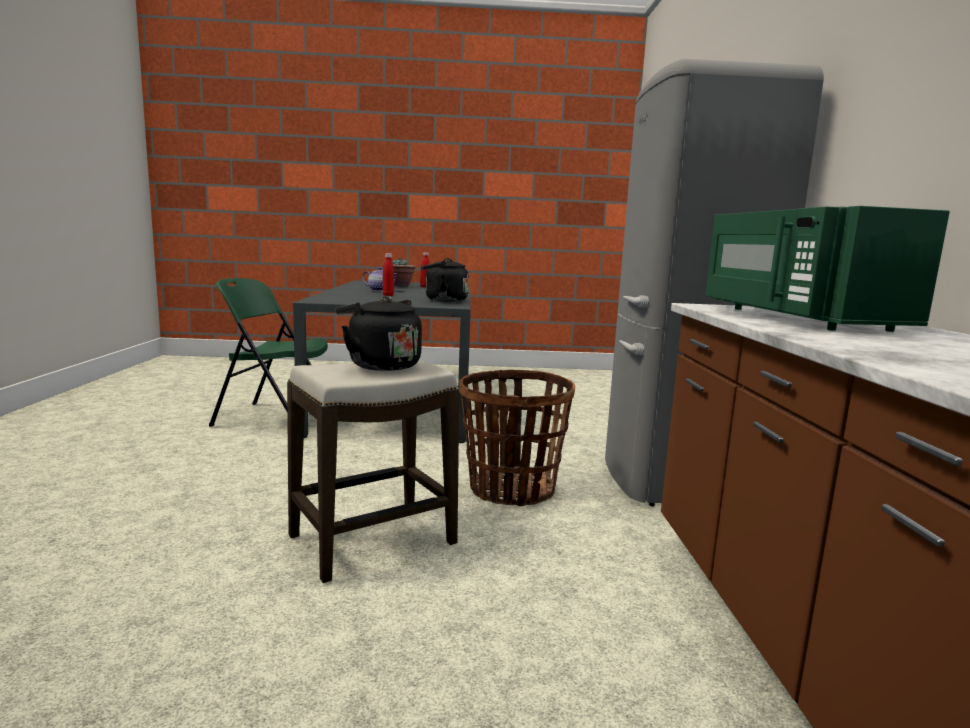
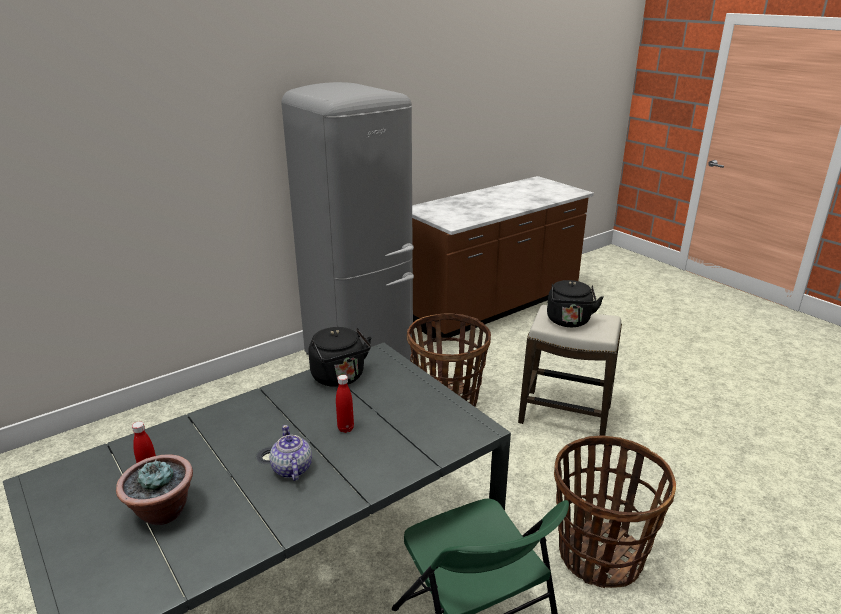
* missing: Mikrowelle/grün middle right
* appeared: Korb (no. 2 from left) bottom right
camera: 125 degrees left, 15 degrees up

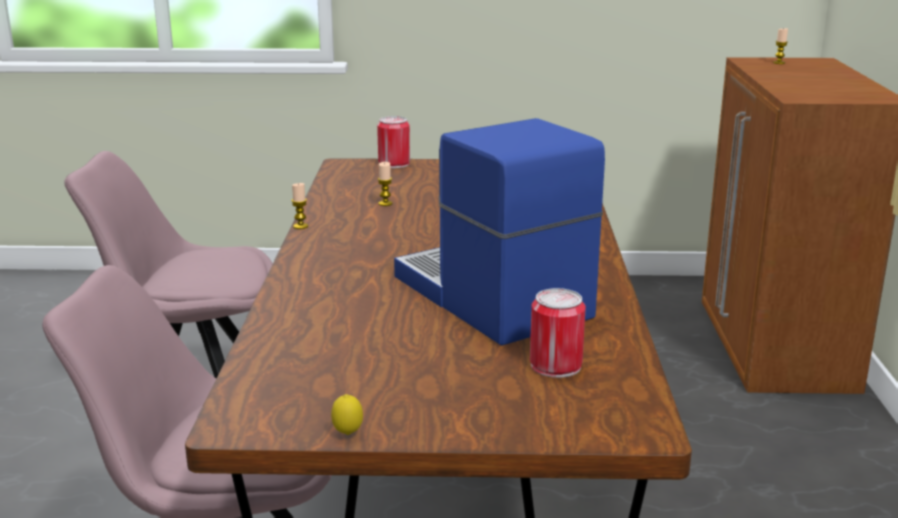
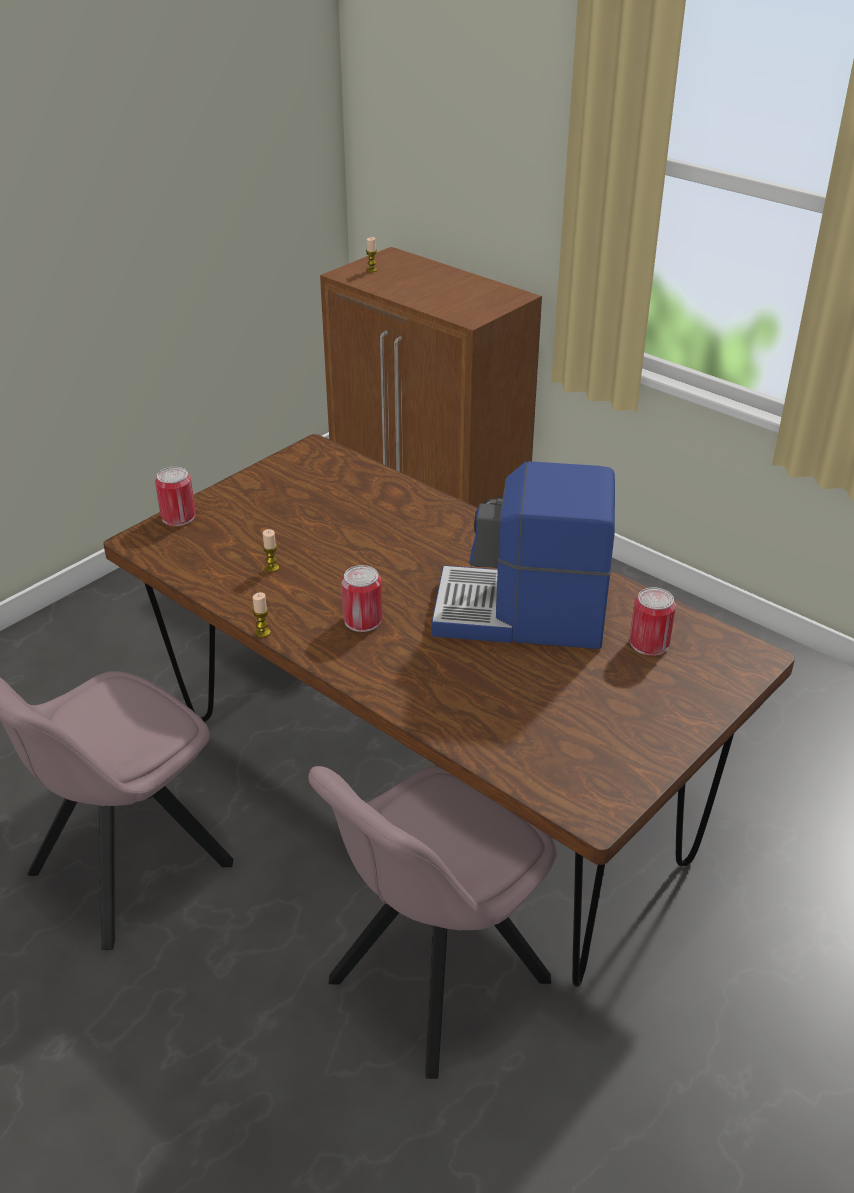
* missing: Zitrone bottom centre
* appeared: Dose (no. 2 from left) centre
camera: 50 degrees left, 15 degrees up

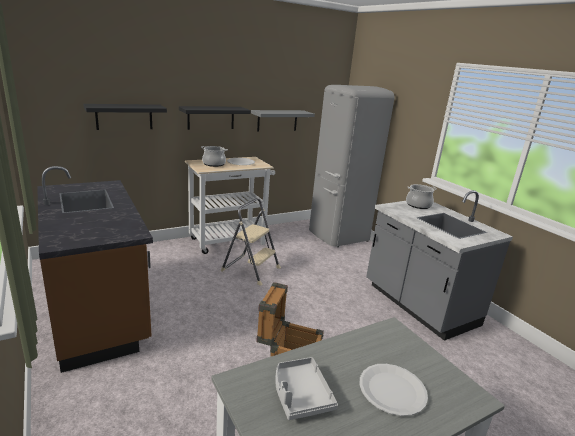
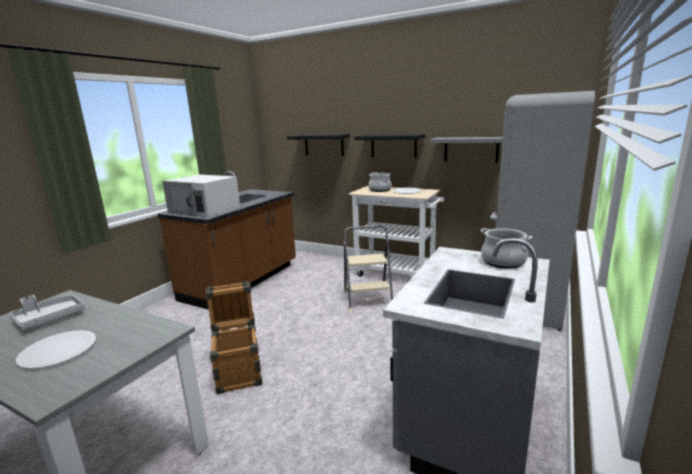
* appeared: Mikrowelle/weiß middle left
camera: 60 degrees right, 5 degrees down

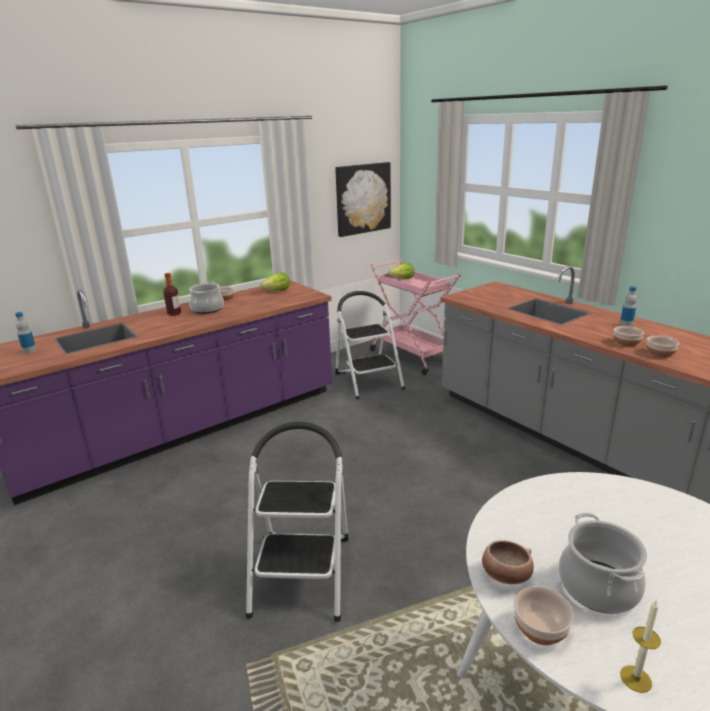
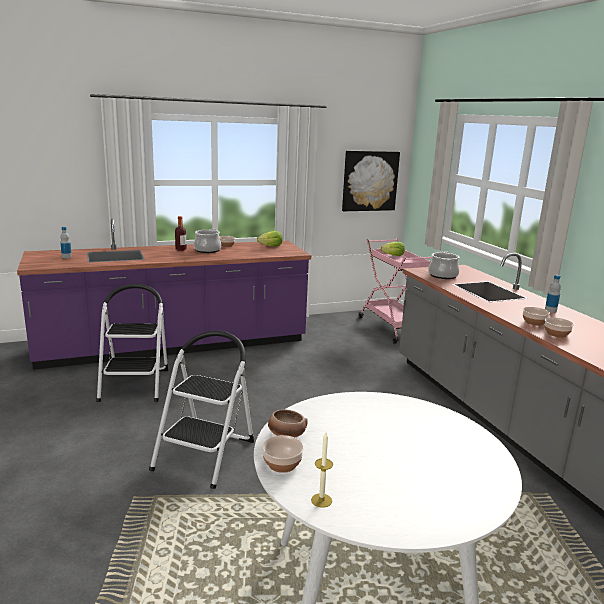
* relocated: Trittleiter (no. 2 from left in the first image) centre to Trittleiter (no. 1 from left) middle left
* relocated: Kochtopf (no. 2 from left) bottom right to middle right
camera: 15 degrees right, 5 degrees down

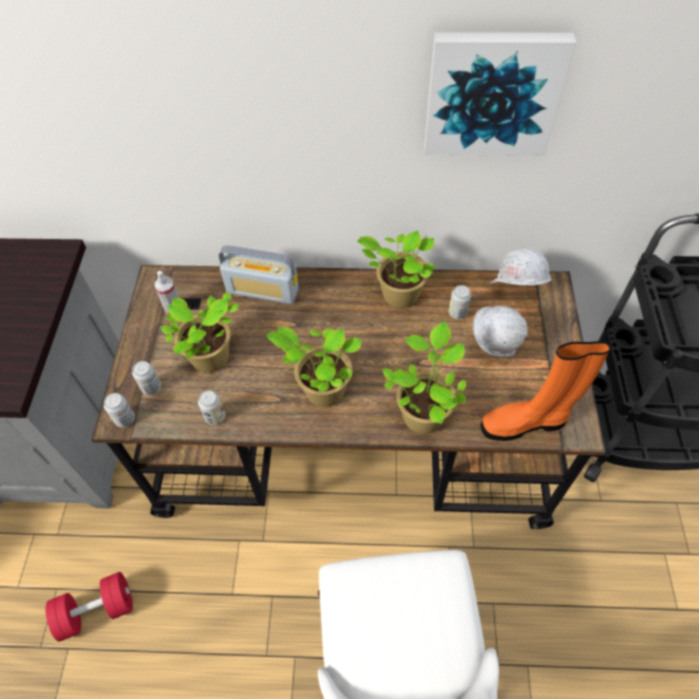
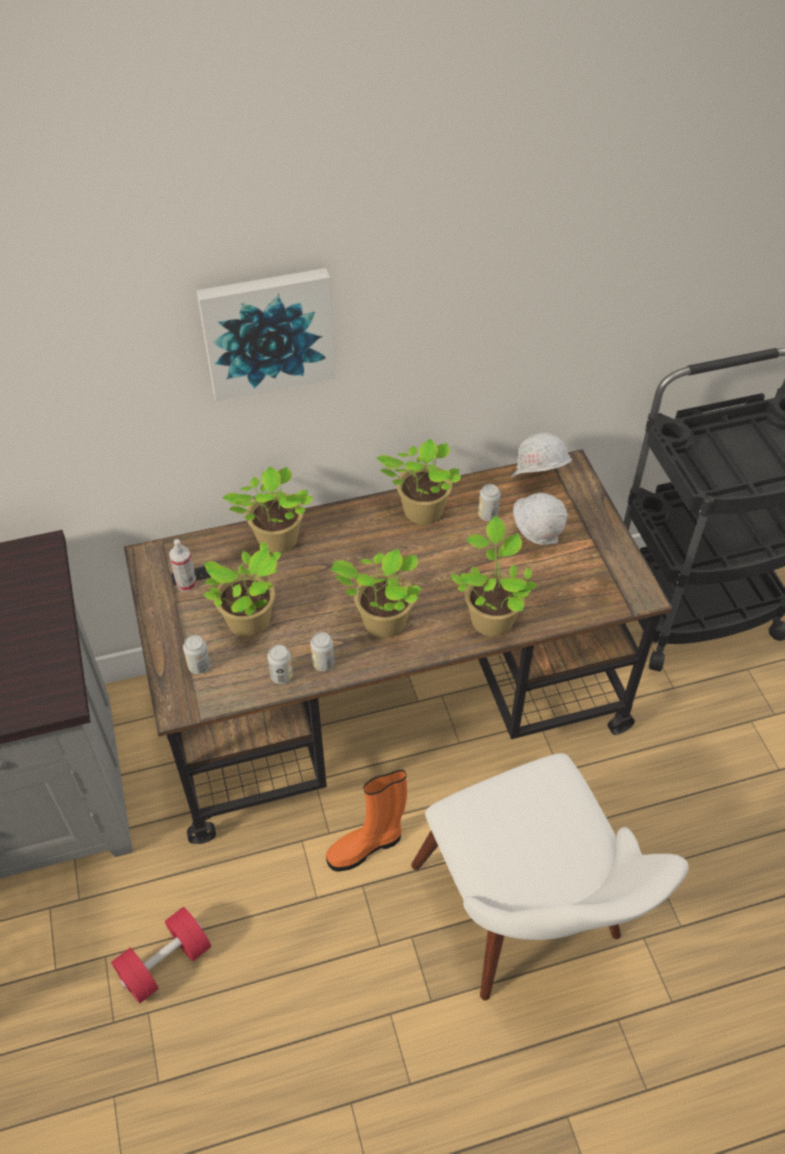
* relocated: Bild top right to top centre
* exchanged: Radio centre to Topfpflanze (no. 2 from left) centre
* relocated: Stiefel/orange middle right to bottom centre
* relocated: Dose (no. 1 from left in the first image) middle left to Dose (no. 3 from left) centre
camera: 20 degrees left, 5 degrees down

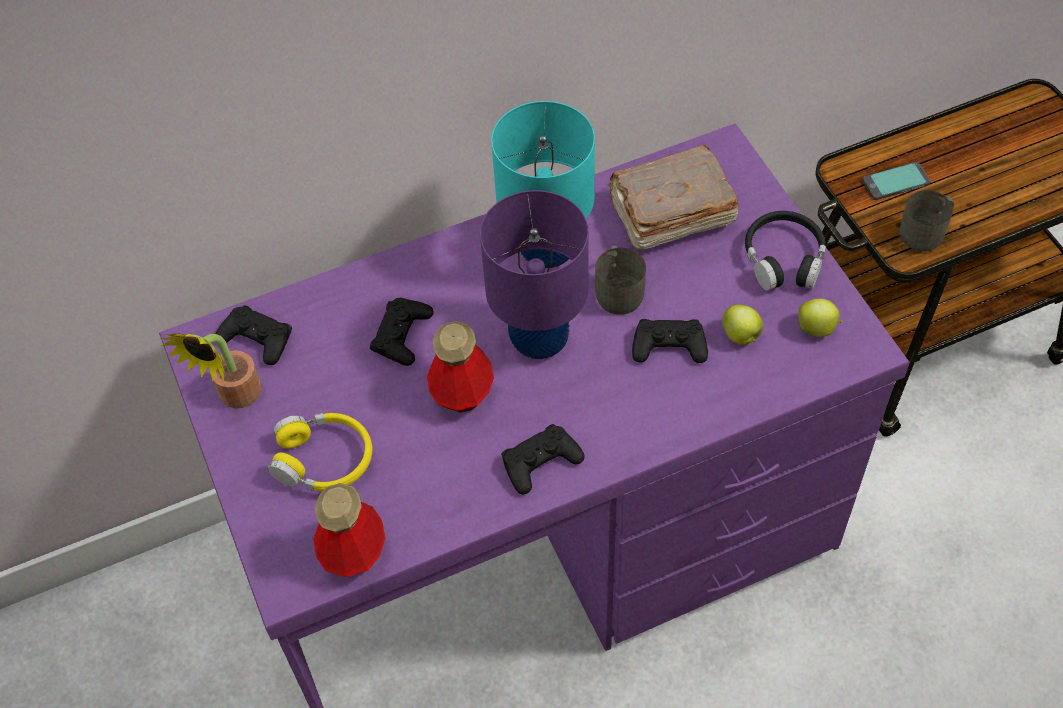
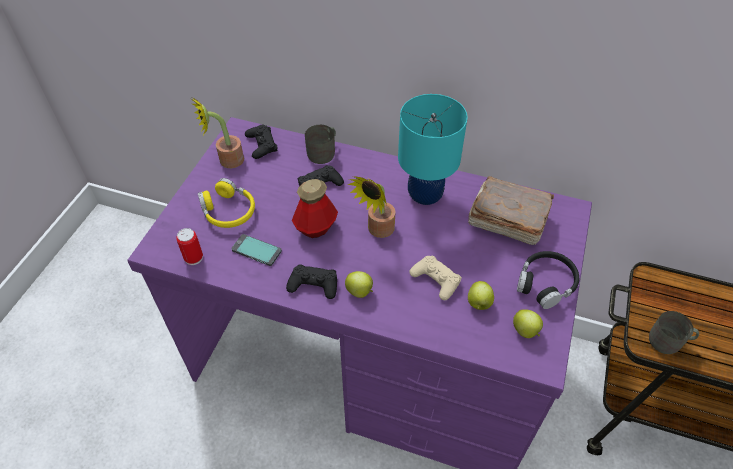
* relocated: Handy top right to centre
* exchanged: Tischlampe/lila centre to Topfpflanze (no. 2 from left) centre
* relocated: Henkelbecher/grau (no. 1 from left) centre to top centre
* colour: Gamepad/schwarz (no. 4 from left) centre to Gamepad/beige centre
* exchanged: Flasche (no. 1 from left) bottom left to Dose middle left
* appeared: Apfel (no. 1 from left) centre
camera: 40 degrees right, 5 degrees down

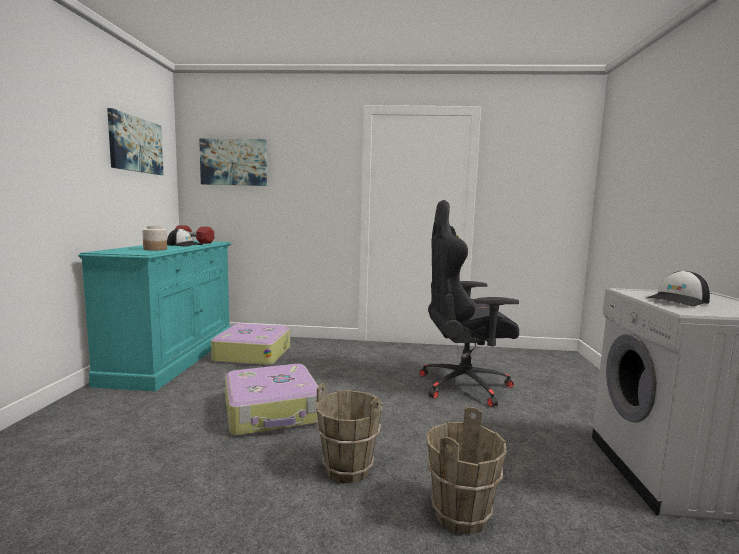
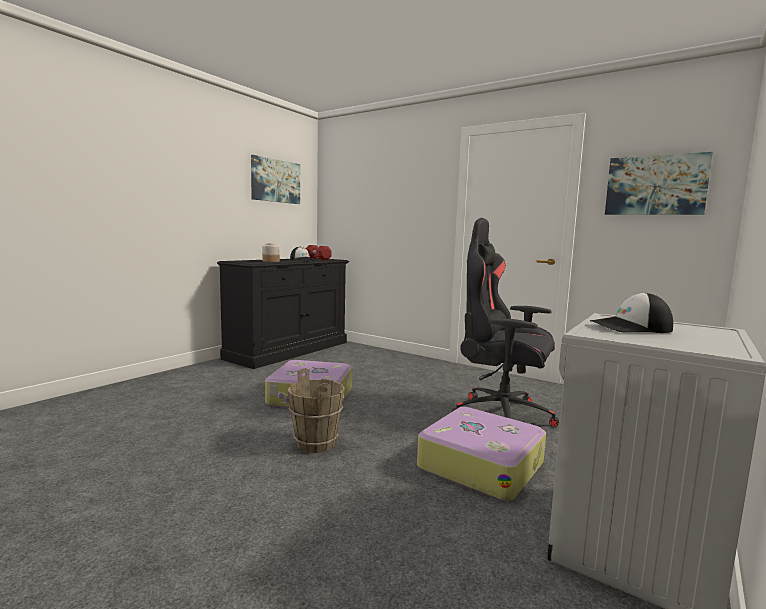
* relocated: Bild (no. 2 from left) top left to top right
* colour: Schrank/türkis middle left to Schrank/schwarz centre
* relocated: Koffer (no. 1 from left in the first image) centre to Koffer (no. 2 from left) bottom centre
* missing: Eimer/braun (no. 2 from left) bottom centre
camera: 30 degrees right, 0 degrees up

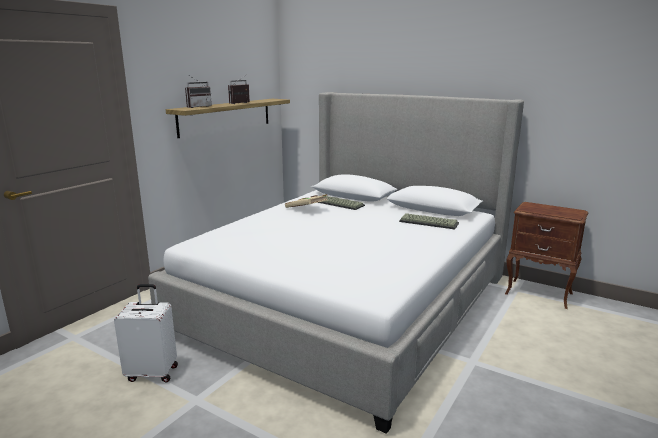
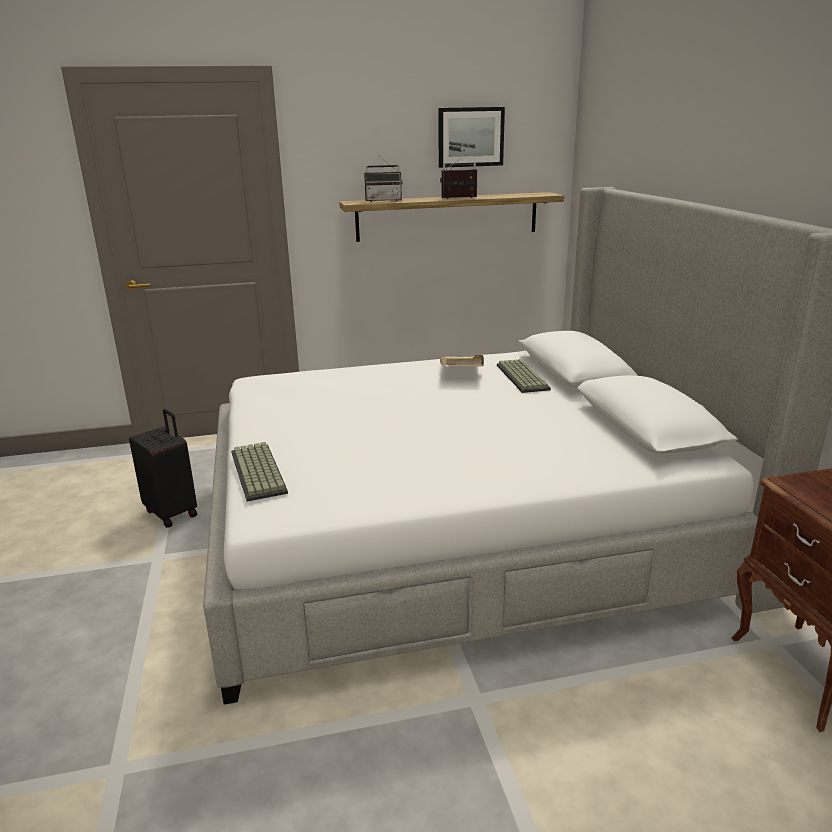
* relocated: Tastatur (no. 2 from left in the first image) centre to Tastatur (no. 1 from left) middle left
* colour: Koffer/weiß bottom left to Koffer/schwarz middle left
* appeared: Bild top centre
camera: 45 degrees right, 5 degrees up

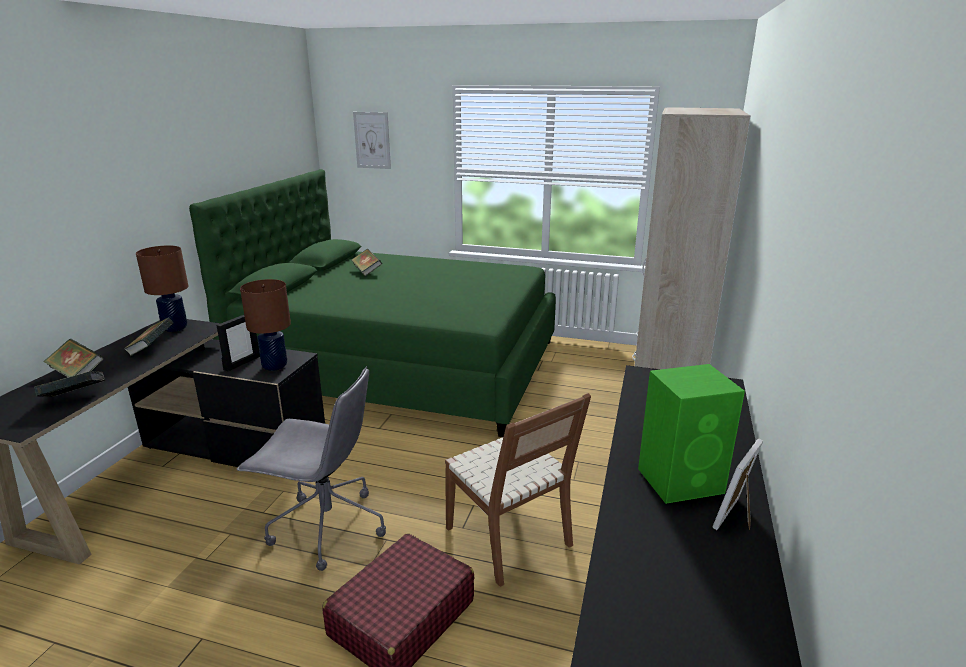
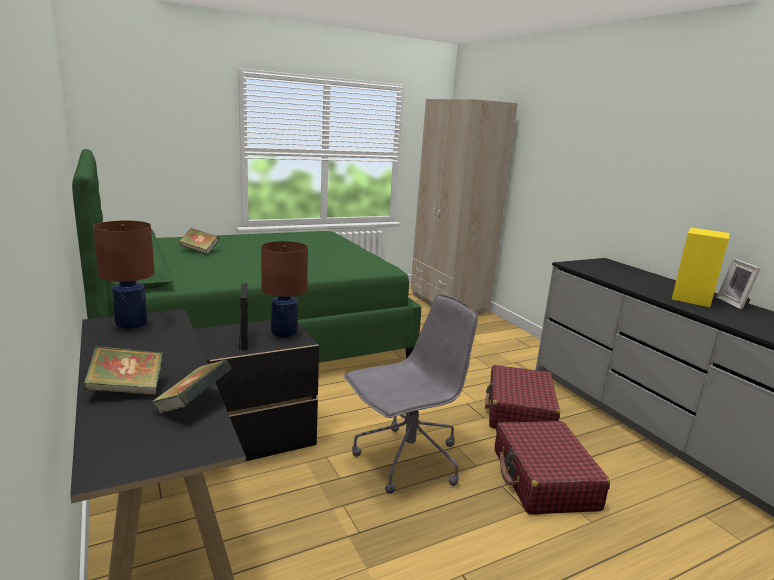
* missing: Bild top centre
* missing: Buch (no. 3 from left) middle left
* colour: Lautsprecher/grün middle right to Lautsprecher/gelb middle right
* exchanged: Stuhl bottom centre to Koffer/rot (no. 1 from left) bottom right
camera: 45 degrees left, 5 degrees down

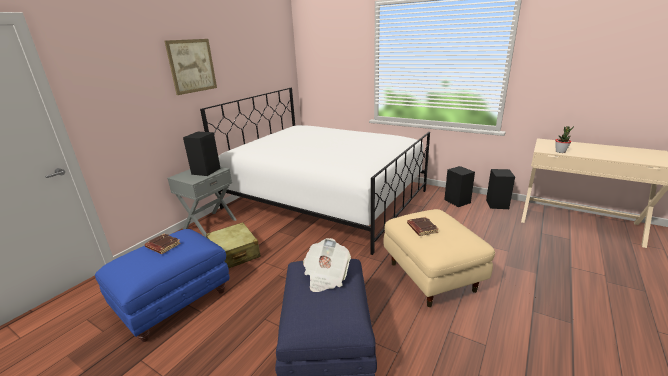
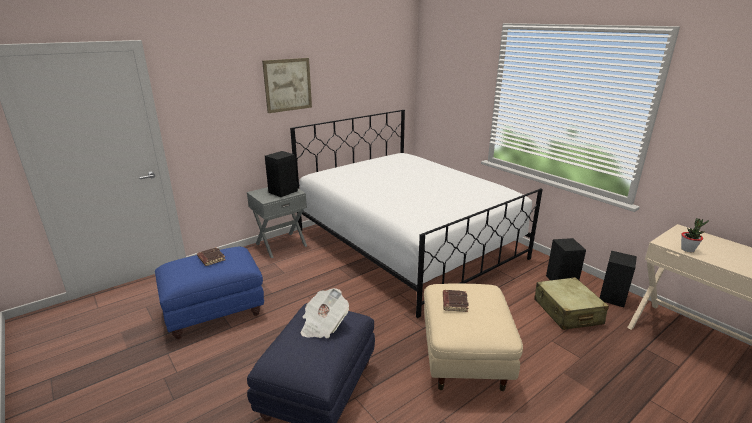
* relocated: Koffer/beige centre to bottom right
camera: 20 degrees right, 0 degrees up

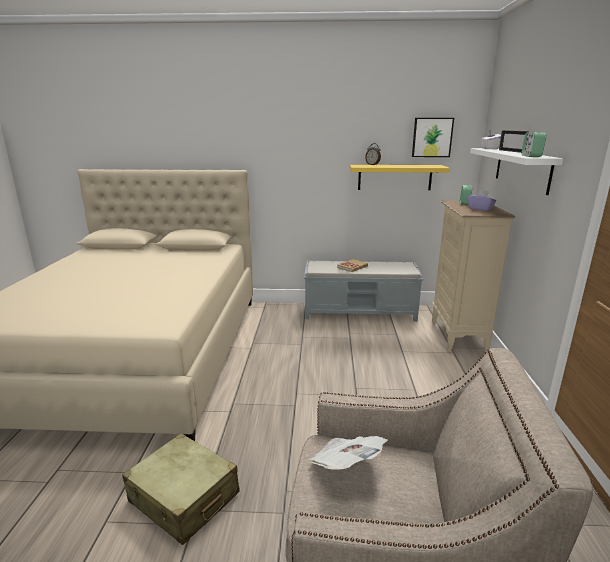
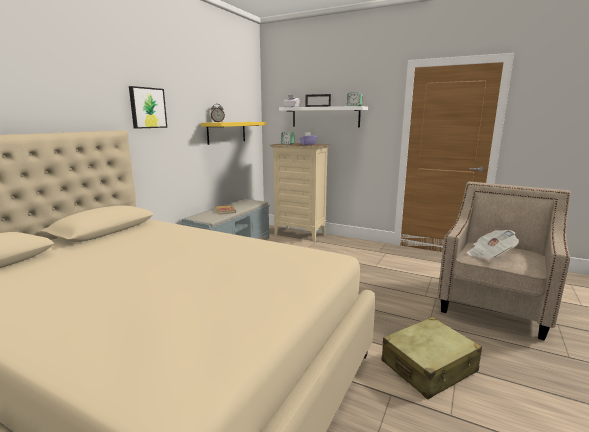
* relocated: Bild top right to top left
camera: 65 degrees left, 5 degrees down

